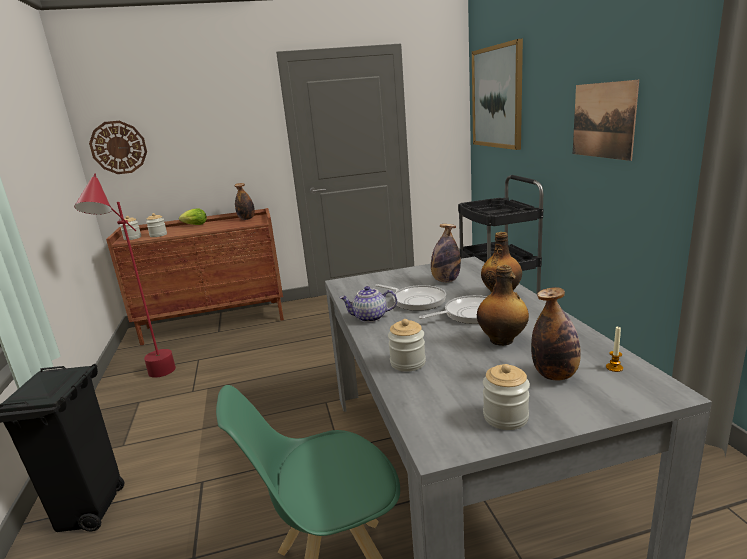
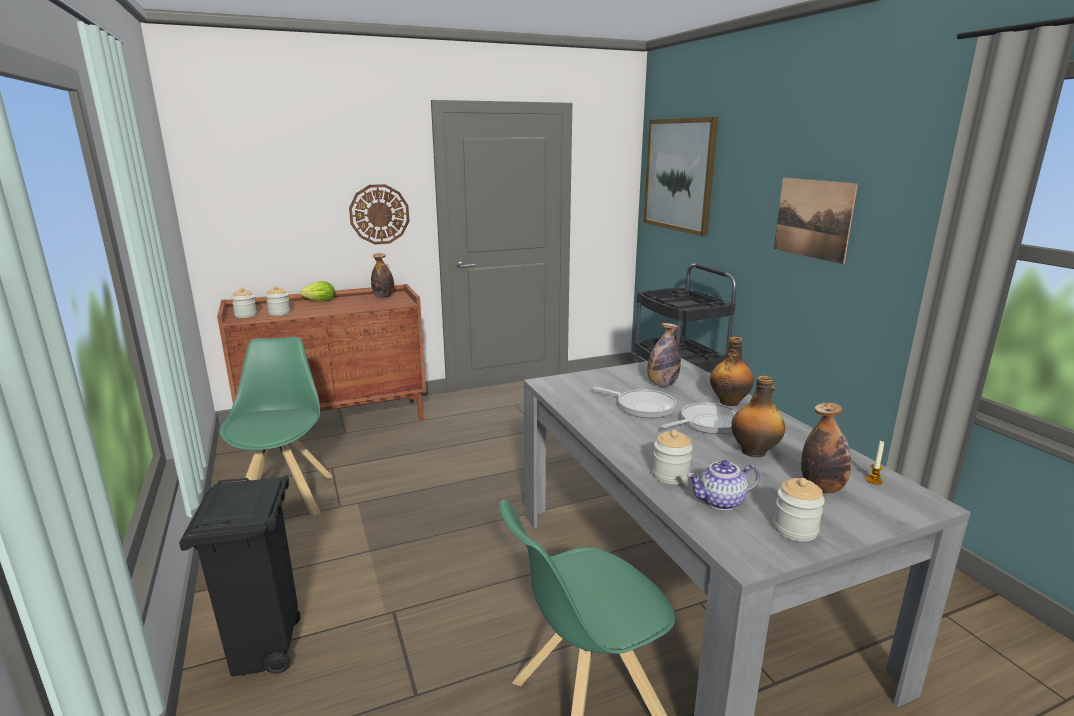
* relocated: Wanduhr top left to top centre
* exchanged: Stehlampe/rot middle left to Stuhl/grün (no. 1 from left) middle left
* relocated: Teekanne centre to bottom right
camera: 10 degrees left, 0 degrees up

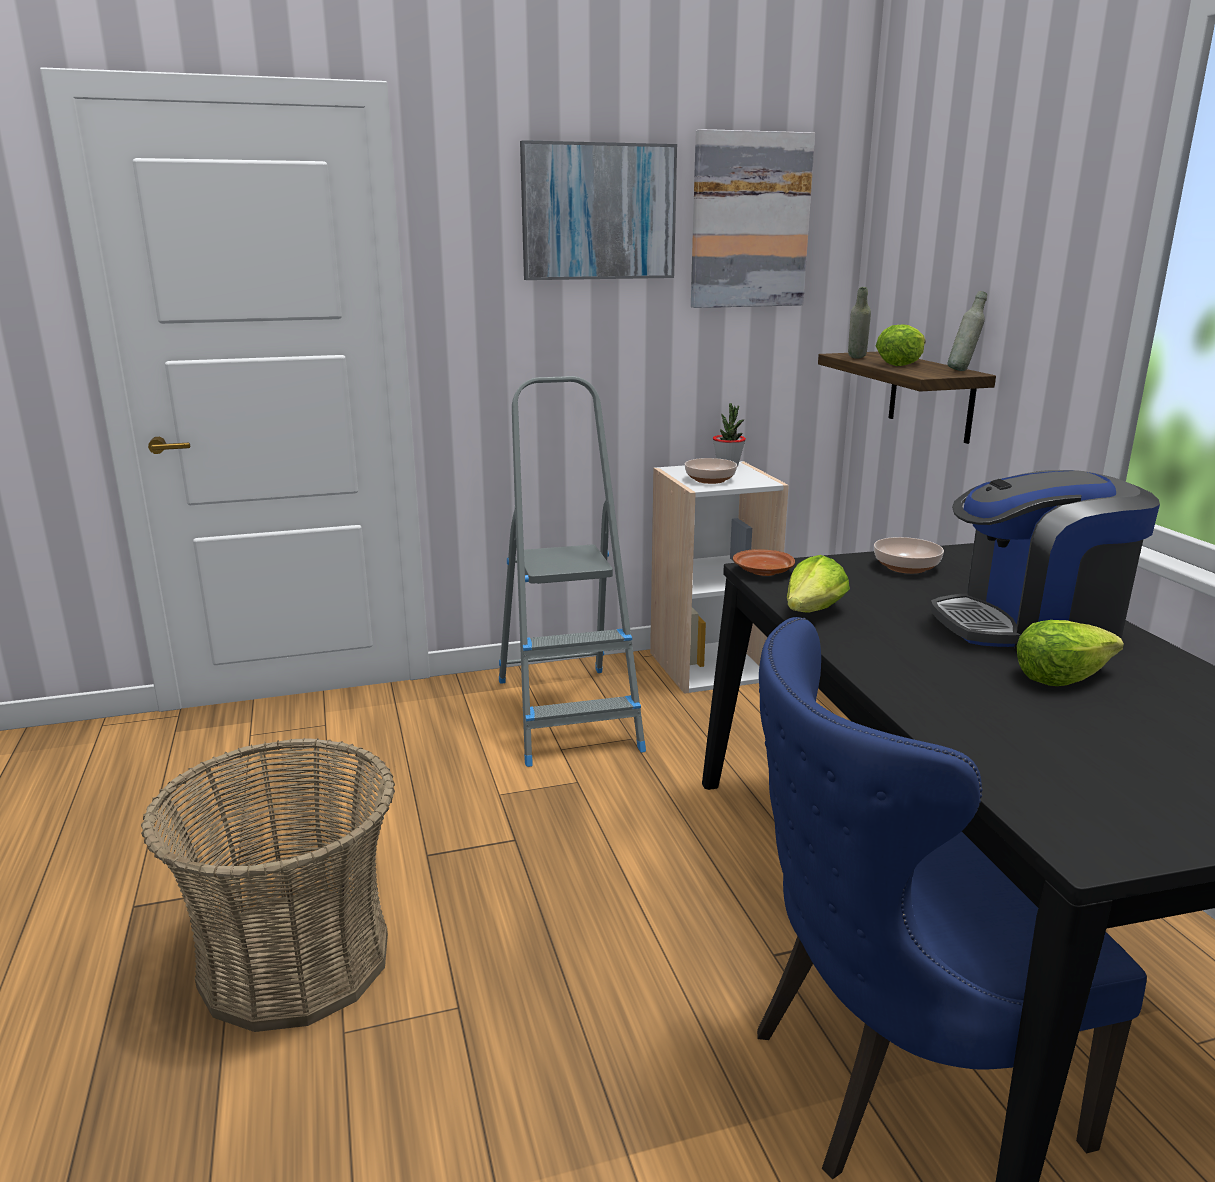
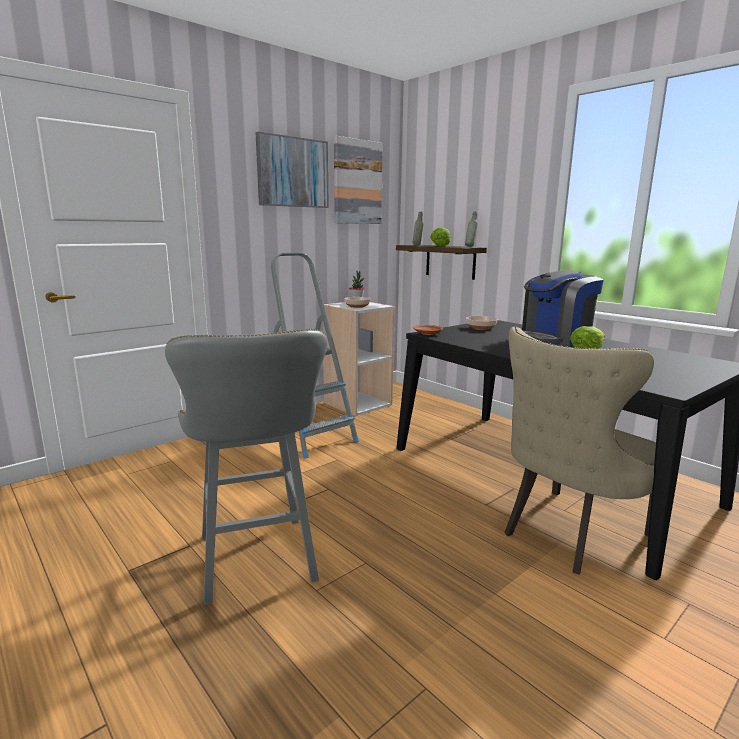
* missing: Salatkopf (no. 1 from left) middle right
* colour: Stuhl/blau bottom right to Stuhl/beige middle right
* exchanged: Korb bottom left to Hocker/grau middle left
camera: 25 degrees left, 5 degrees down

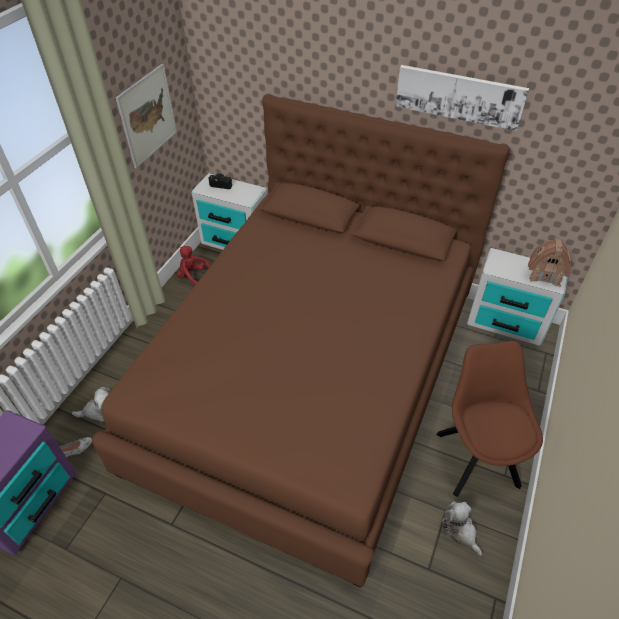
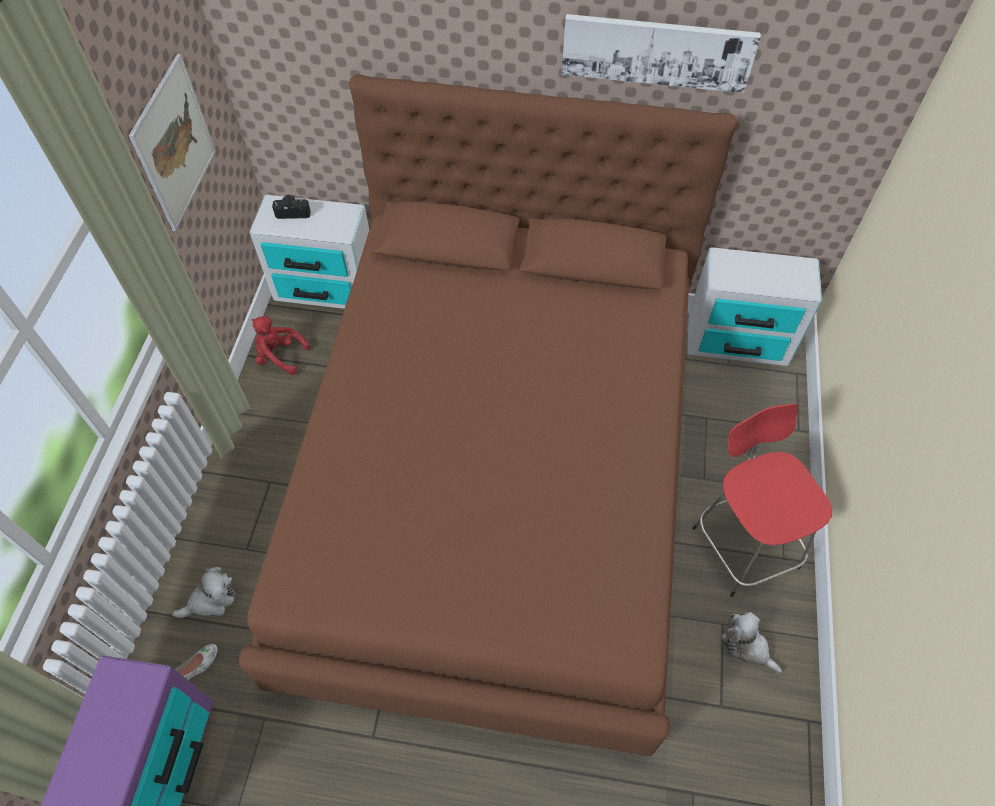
* missing: Spielzeughaus middle right
* exchanged: Stuhl/braun bottom right to Hocker/rot middle right
camera: 15 degrees left, 10 degrees up

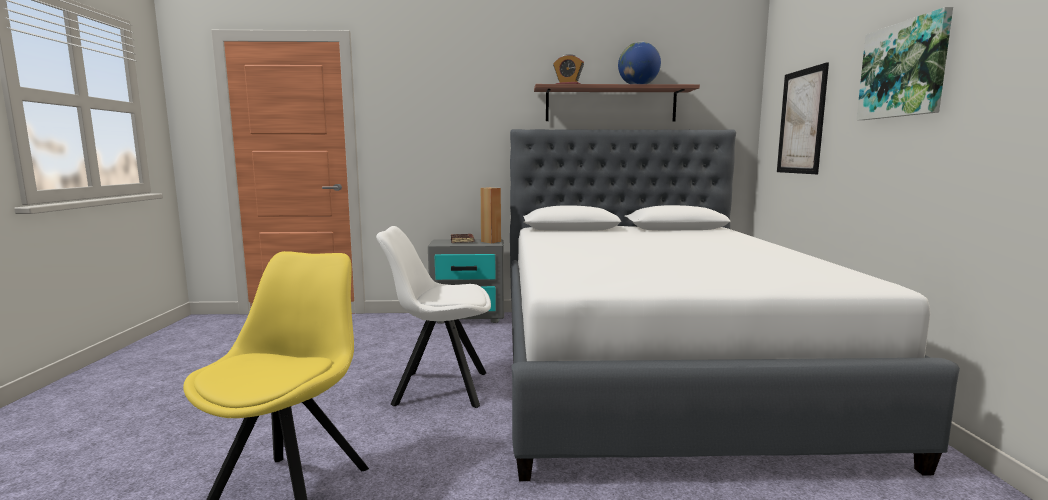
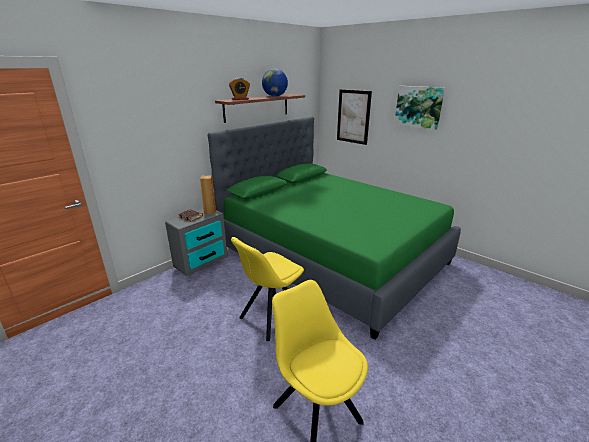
* colour: Bett/weiß middle right to Bett/grün centre
* colour: Stuhl/weiß centre to Stuhl/gelb (no. 1 from left) centre
camera: 45 degrees left, 15 degrees up

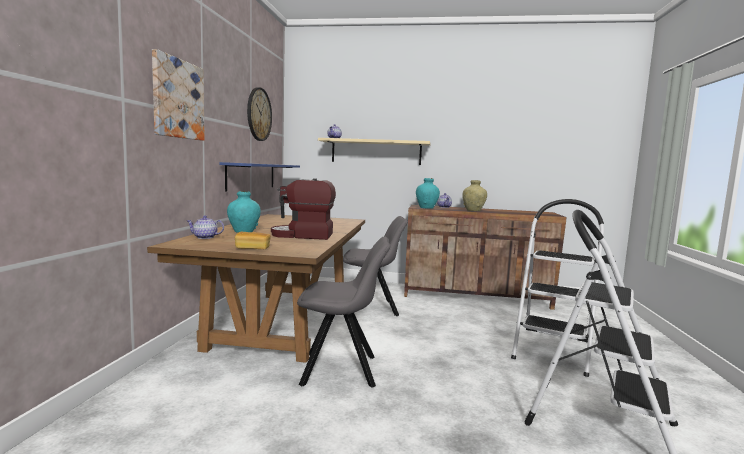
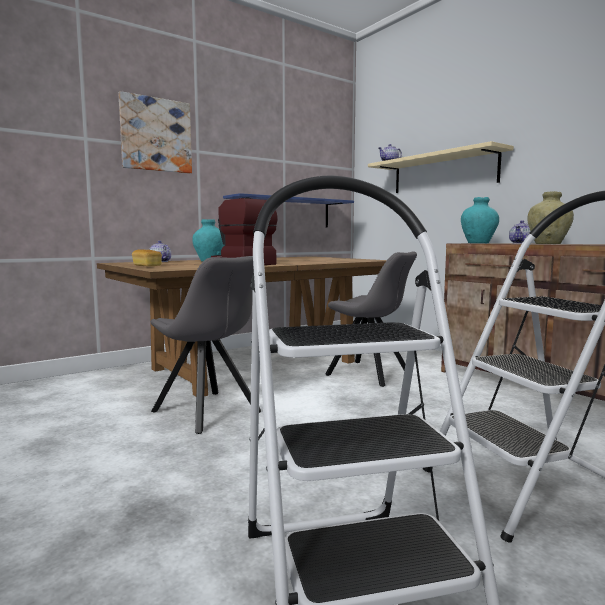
* missing: Wanduhr top centre
camera: 45 degrees right, 0 degrees up

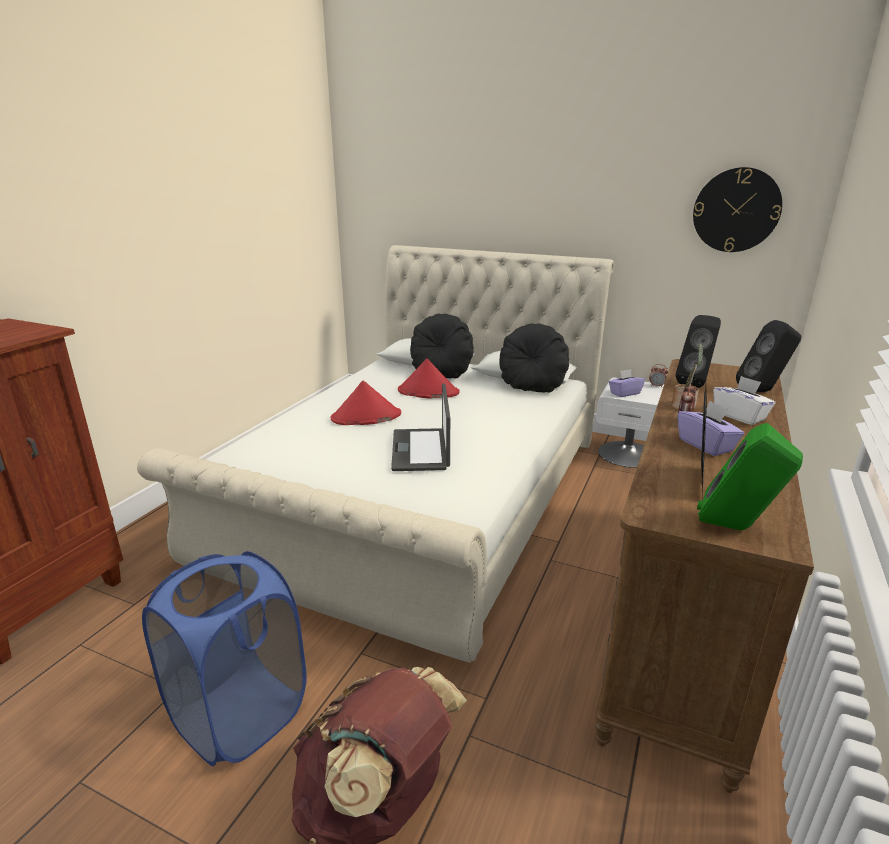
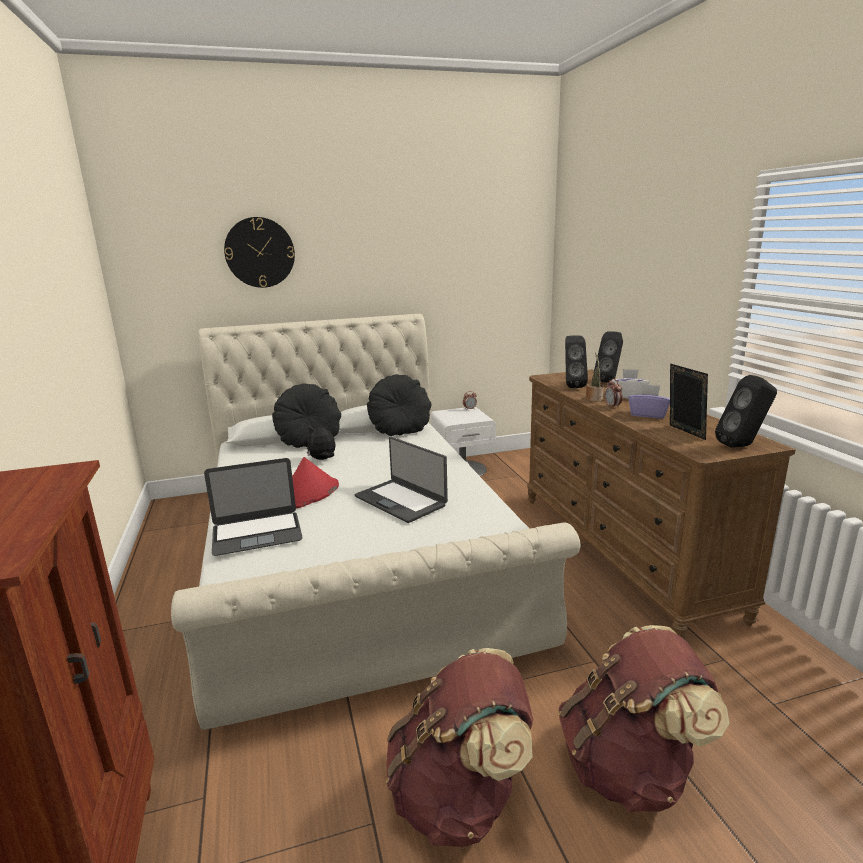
* relocated: Wanduhr top right to top left
* exchanged: Hut/rot (no. 2 from left) centre to Plüschtier centre
* missing: Taschentuchbox/lila (no. 1 from left) middle right
* colour: Lautsprecher/grün middle right to Lautsprecher/schwarz (no. 3 from left) middle right
* exchanged: Wäschekorb/blau bottom left to Rucksack/braun (no. 1 from left) bottom centre
* appeared: Laptop (no. 1 from left) middle left
camera: 40 degrees left, 5 degrees down

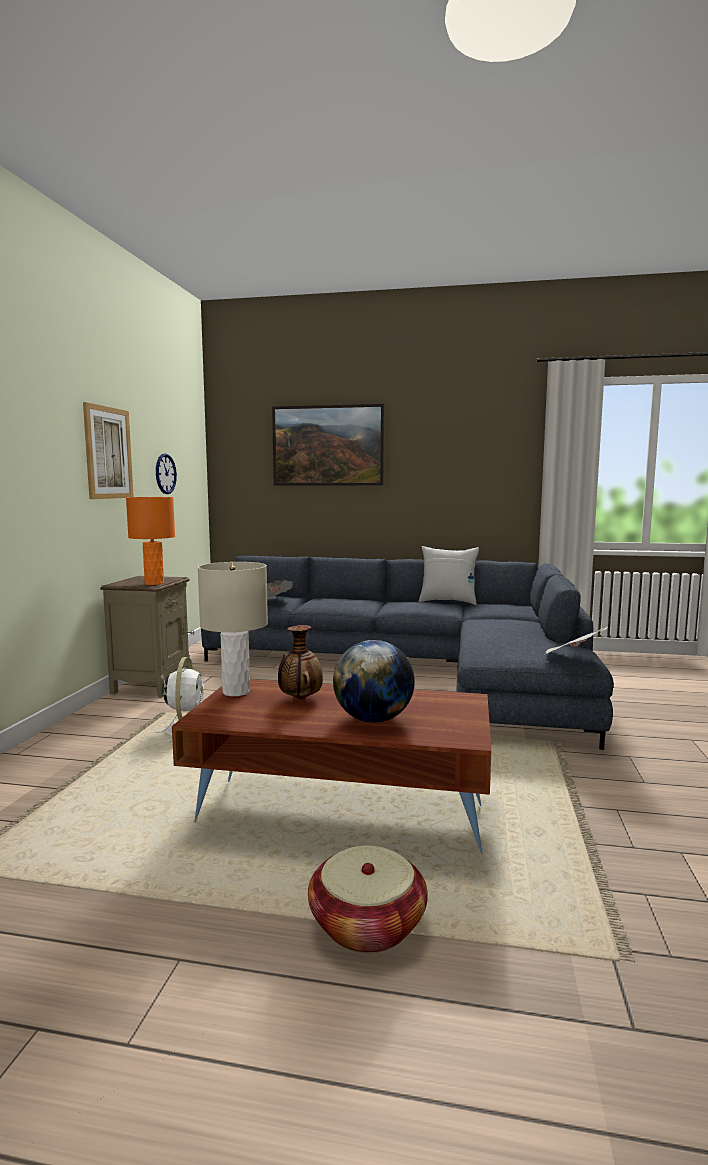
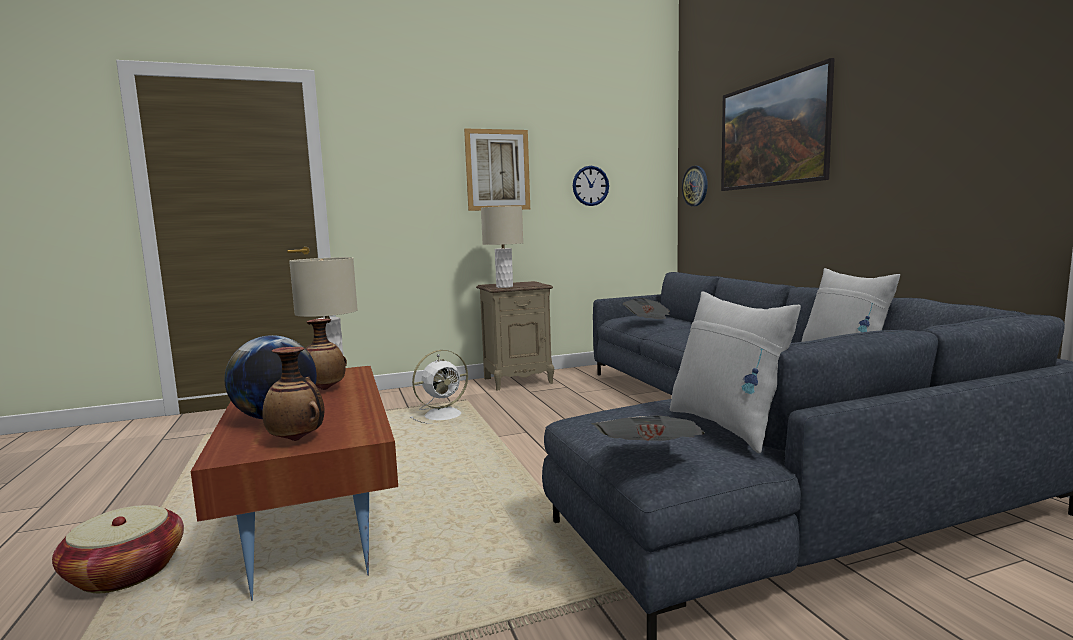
* colour: Tischlampe/orange middle left to Tischlampe/beige (no. 2 from left) centre
* appeared: Wanduhr (no. 2 from left) top centre
* appeared: Kissen/grau (no. 1 from left) middle right
* appeared: Vase (no. 1 from left) middle left
camera: 60 degrees right, 0 degrees up

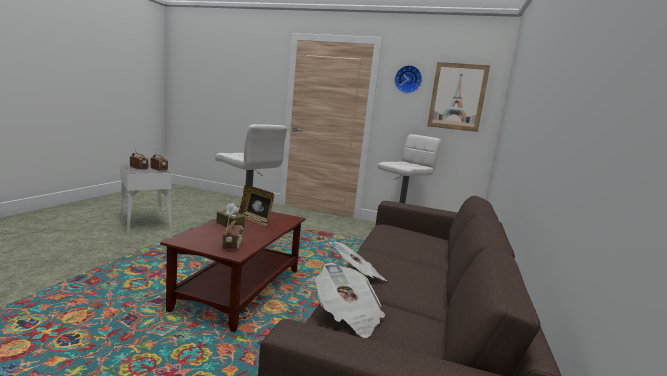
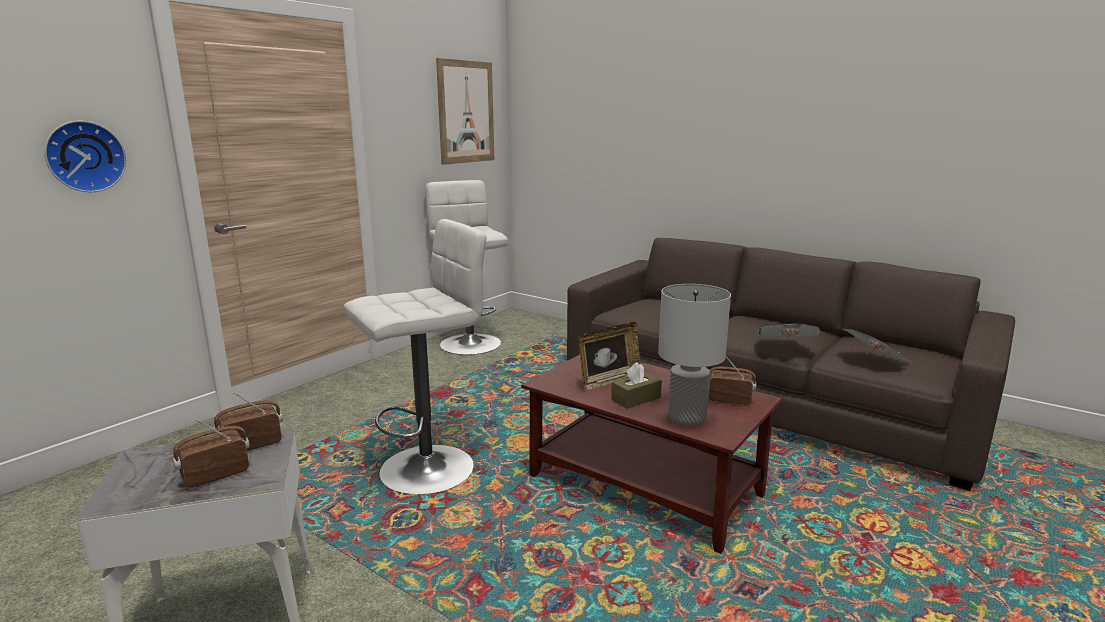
* relocated: Wanduhr top centre to top left
* appeared: Tischlampe/grau centre
camera: 70 degrees left, 5 degrees up

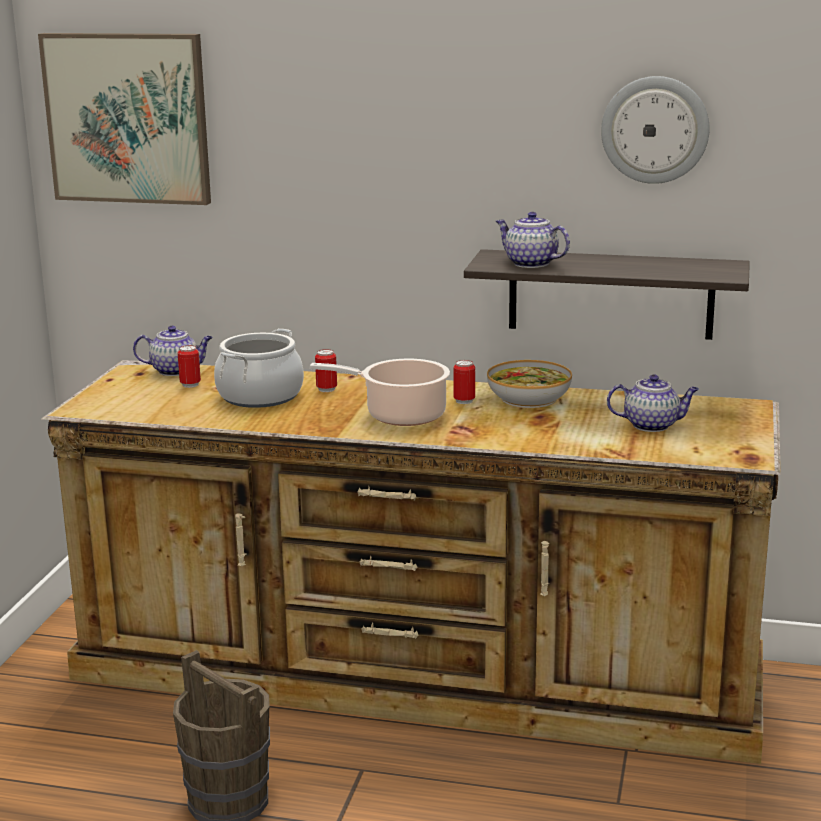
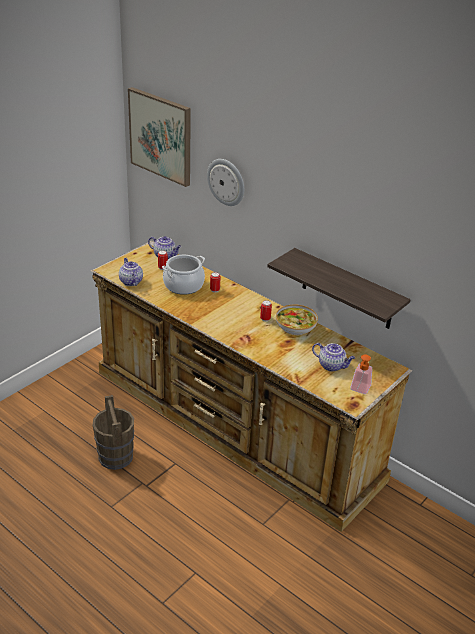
* relocated: Wanduhr top right to top centre
* relocated: Teekanne (no. 2 from left in the first image) top centre to Teekanne (no. 1 from left) middle left
* missing: Kochtopf (no. 2 from left) centre
* appeared: Seifenspender middle right
camera: 25 degrees right, 15 degrees up

